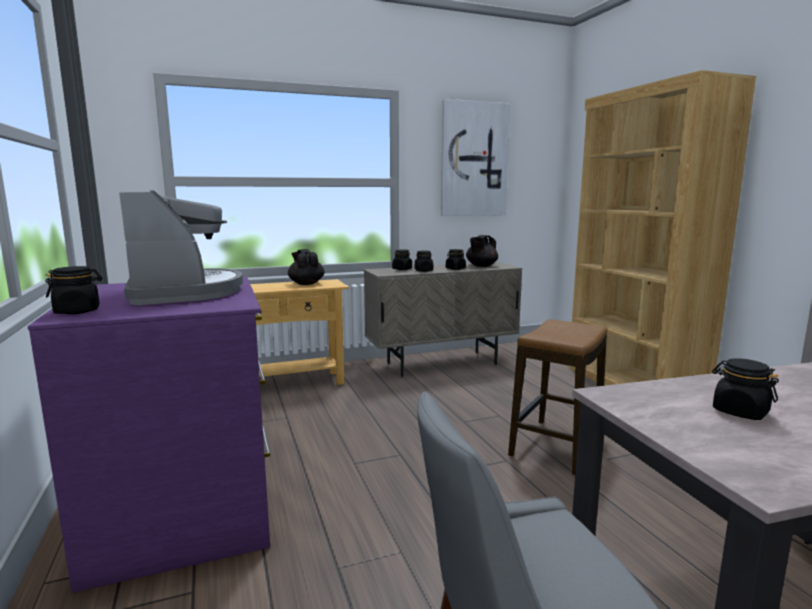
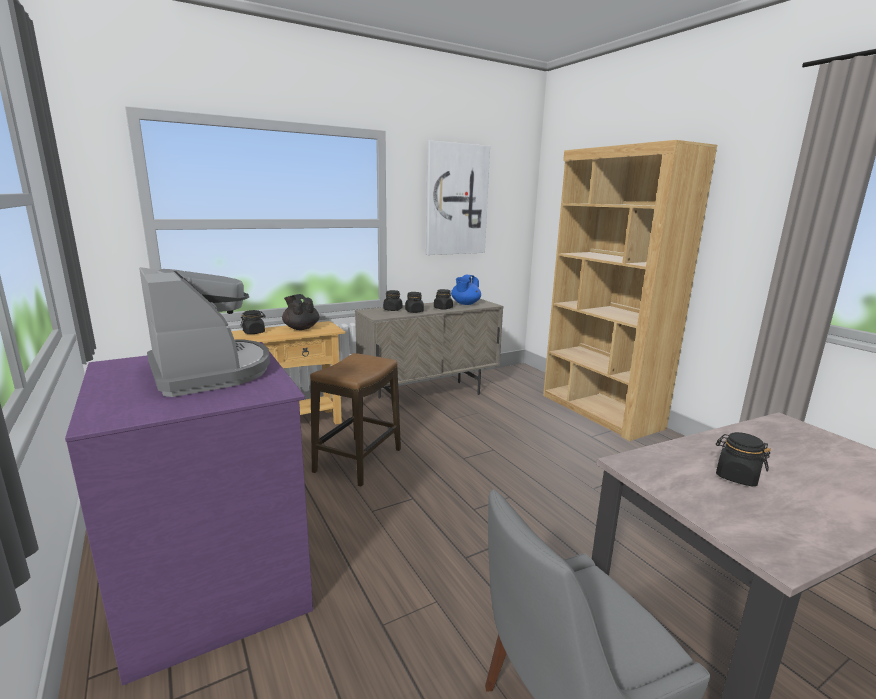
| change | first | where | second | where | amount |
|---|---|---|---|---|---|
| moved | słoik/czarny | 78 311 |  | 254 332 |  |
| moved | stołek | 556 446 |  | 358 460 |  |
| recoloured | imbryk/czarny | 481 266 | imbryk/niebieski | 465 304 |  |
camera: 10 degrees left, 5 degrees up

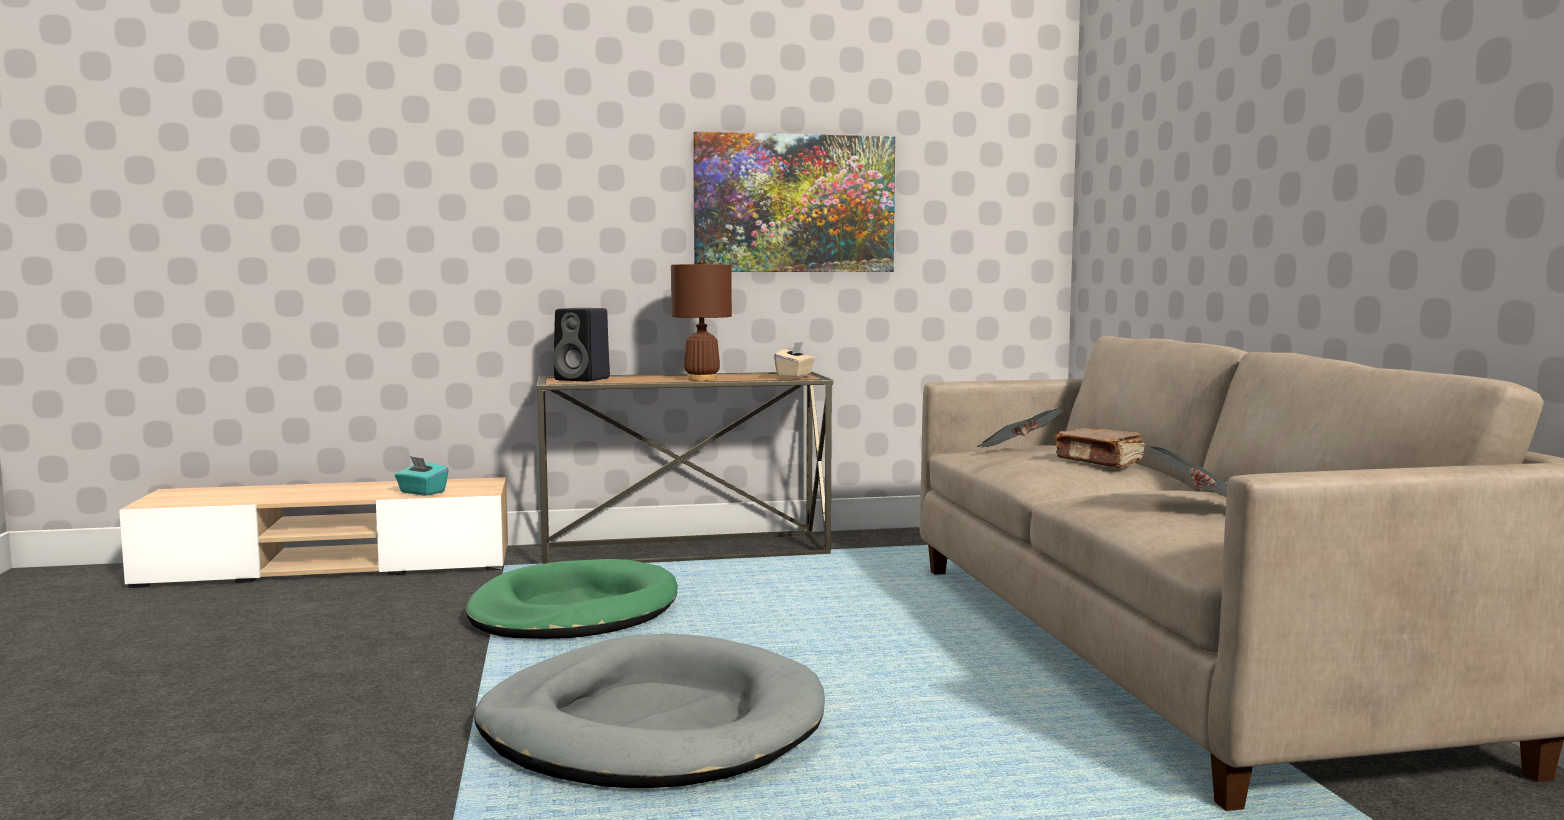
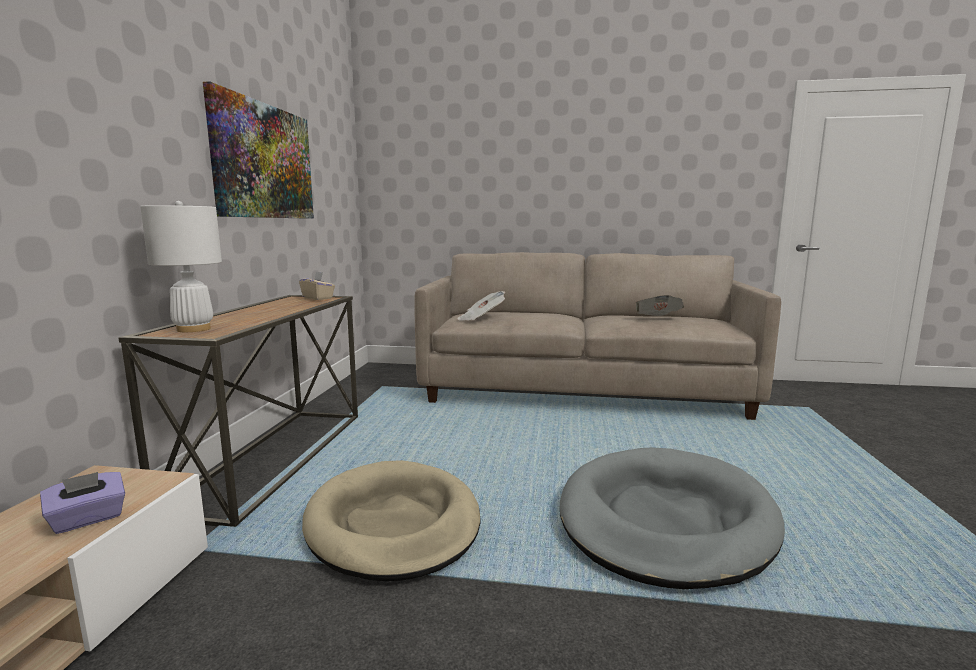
| change | first | where | second | where | amount |
|---|---|---|---|---|---|
| removed | lampa stołowa/brązowy | 702 379 |  |  |  |
| removed | książka/brązowy | 1099 462 |  |  |  |
| replaced | głośnik/czarny | 584 379 | lampa stołowa/biały | 194 329 |  |
| recoloured | pudełko chusteczek/turkusowy | 422 492 | pudełko chusteczek/fioletowy | 88 519 |  |
| recoloured | legowisko/zielony | 574 611 | legowisko/beżowy | 393 524 |  |
camera: 70 degrees left, 5 degrees up

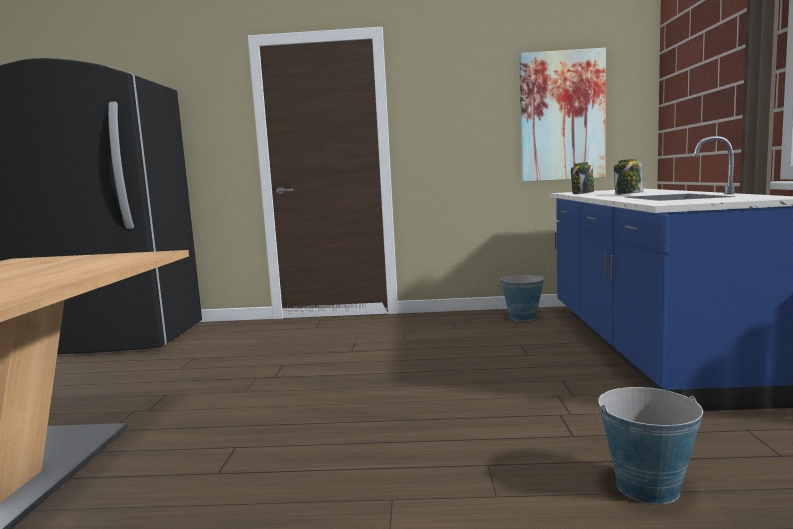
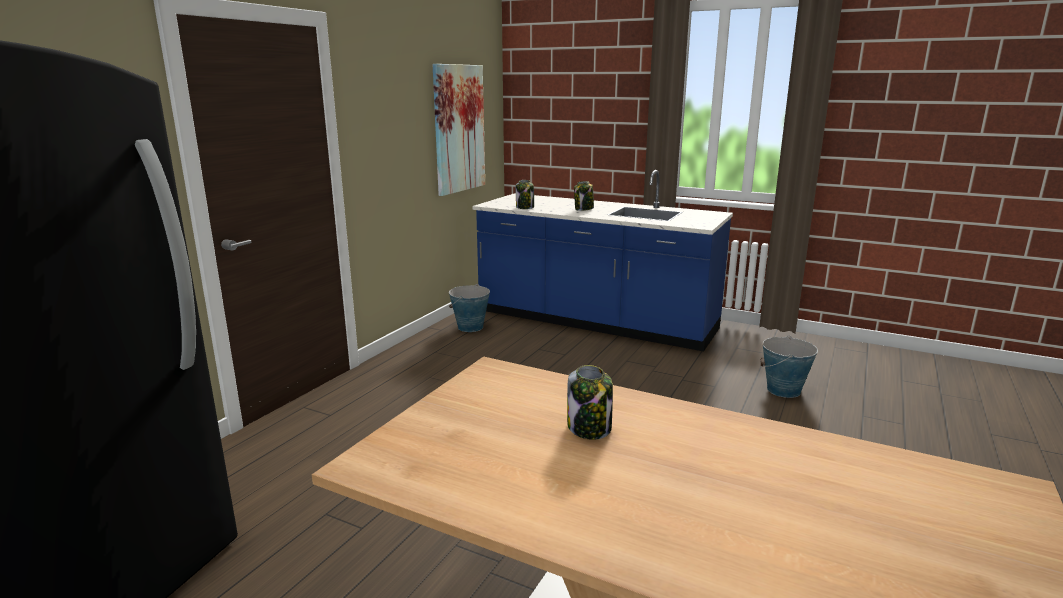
| change | first | where | second | where | amount |
|---|---|---|---|---|---|
| added |  |  | słoik | 589 428 |  |
camera: 65 degrees left, 10 degrees up

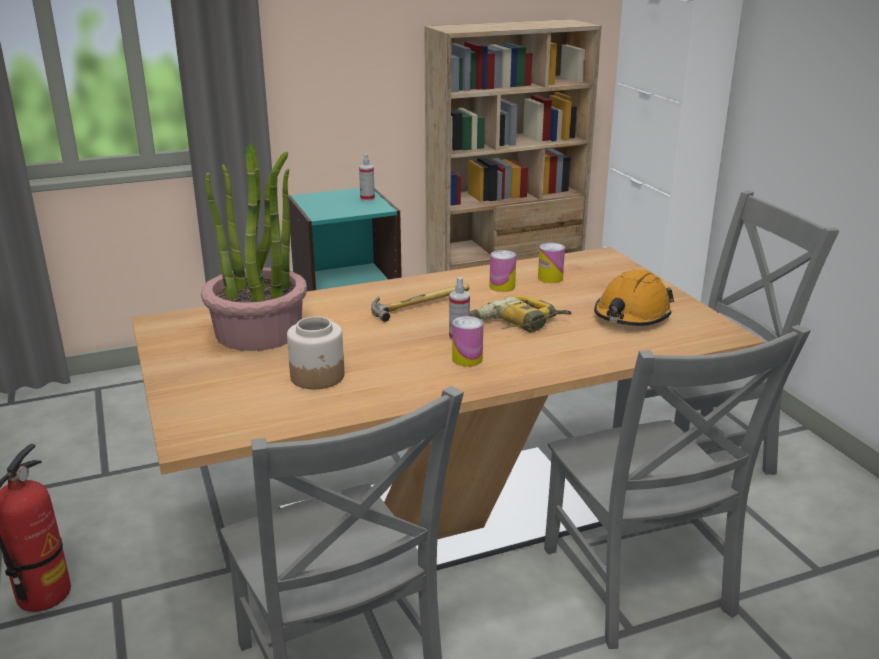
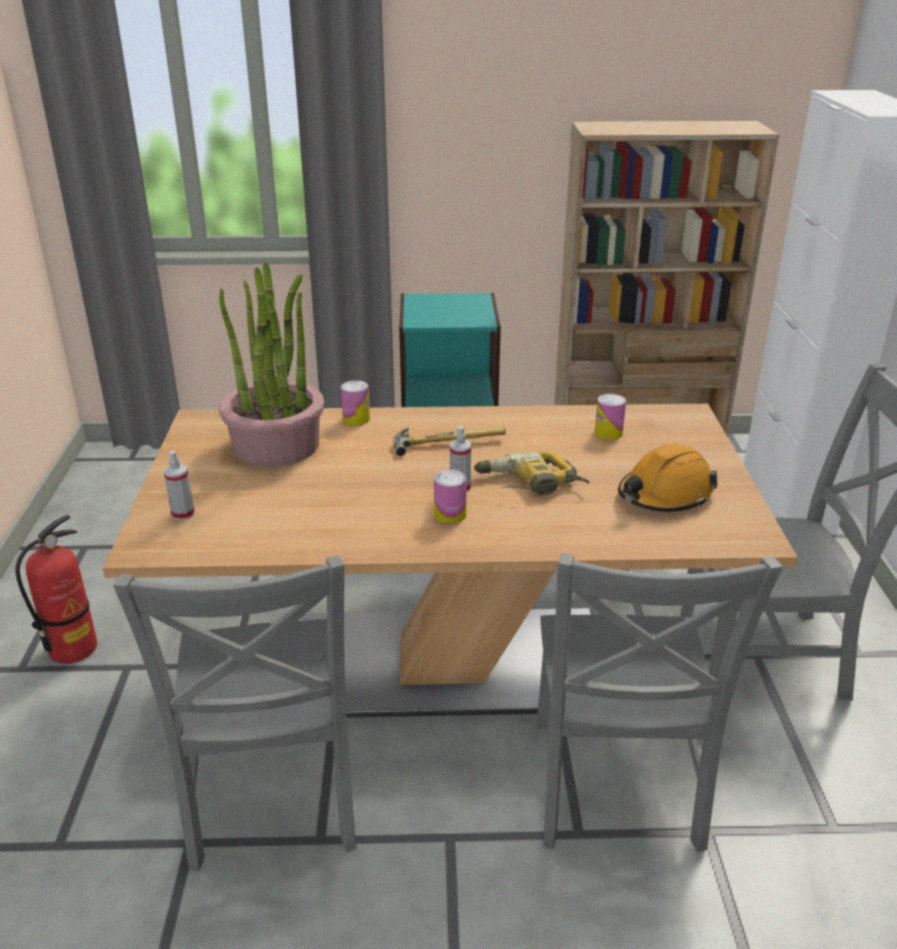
| change | first | where | second | where | amount |
|---|---|---|---|---|---|
| removed | słoik | 318 376 |  |  |  |
| moved | spryskiwacz | 367 199 |  | 183 514 |  |
| moved | puszka | 502 286 |  | 356 419 |  |
camera: 20 degrees right, 5 degrees up

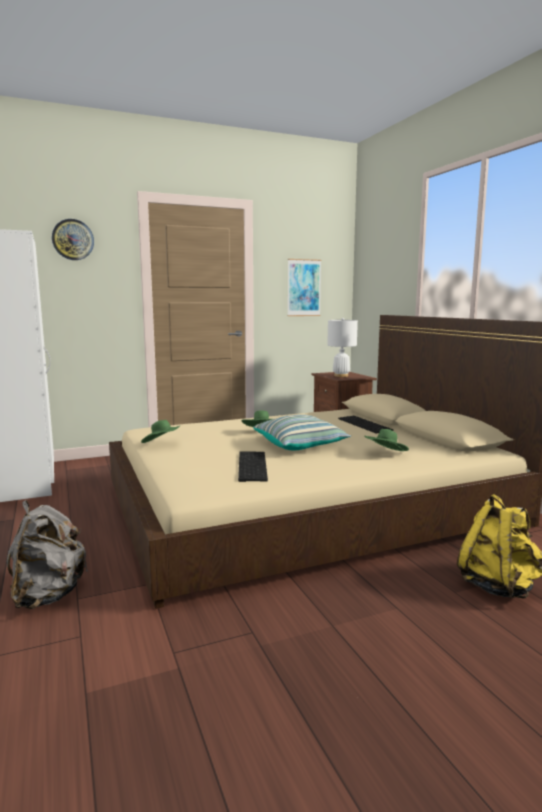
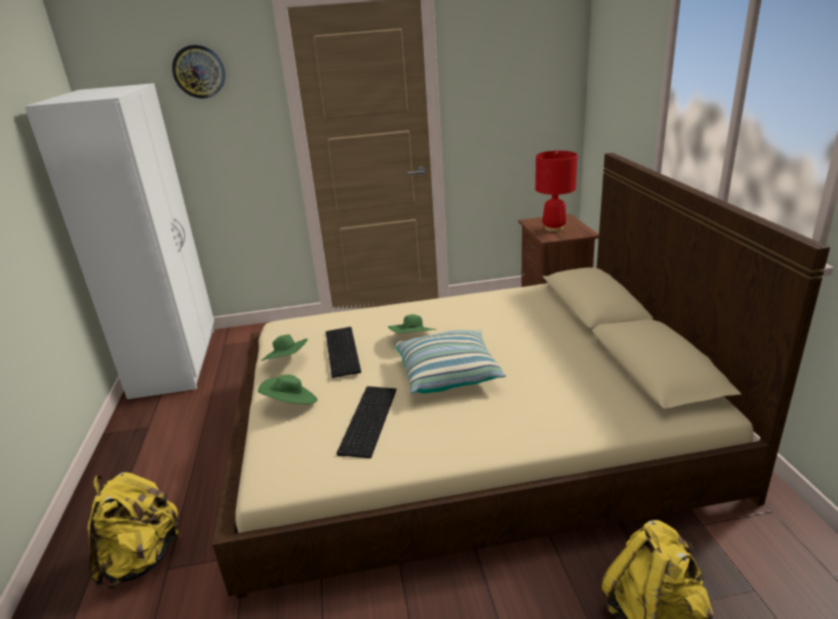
| change | first | where | second | where | amount |
|---|---|---|---|---|---|
| removed | obraz | 304 288 |  |  |  |
| moved | klawiatura | 365 424 |  | 344 351 |  |
| moved | kapelusz/zielony | 385 454 |  | 291 404 |  |
| recoloured | plecak/szary | 48 595 | plecak/żółty | 142 559 |  |
| recoloured | lampa stołowa/biały | 341 376 | lampa stołowa/czerwony | 553 228 |  |
camera: 15 degrees right, 15 degrees up

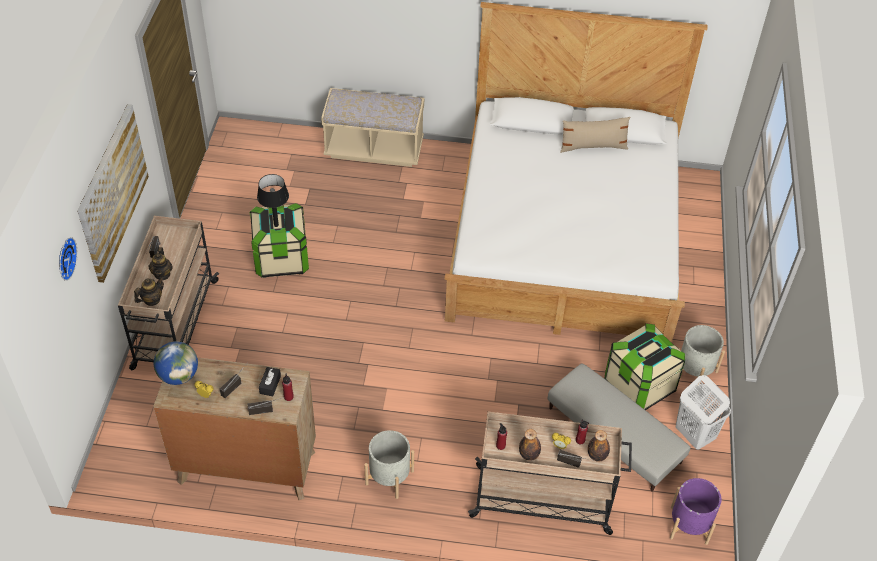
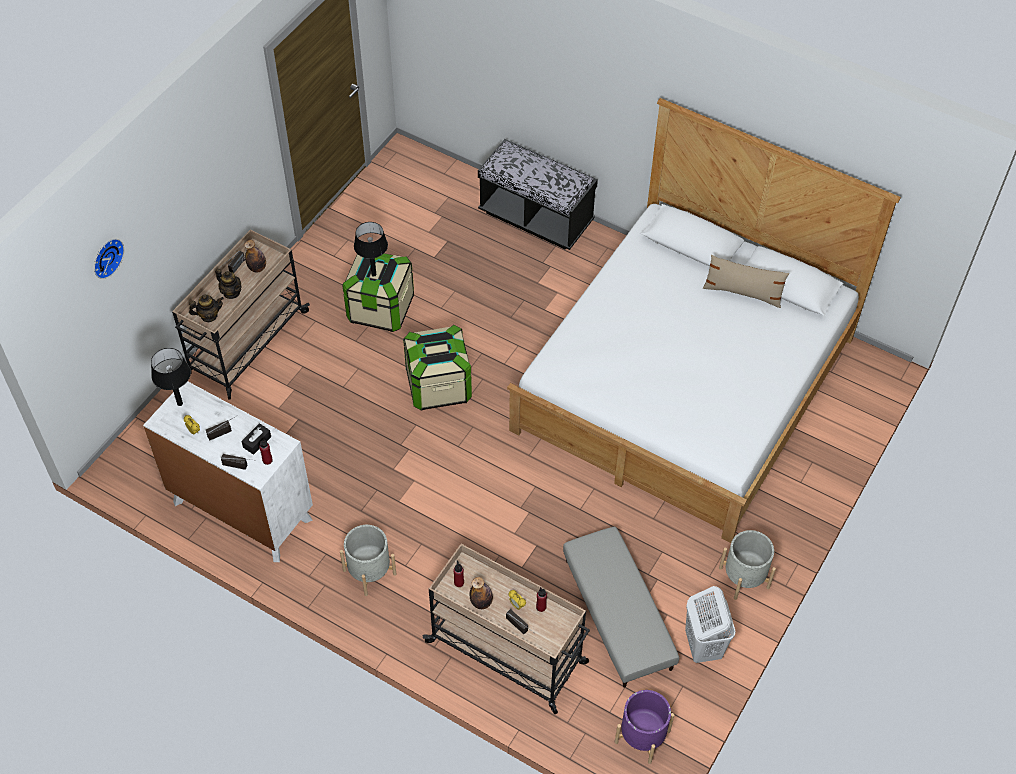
| change | first | where | second | where | amount |
|---|---|---|---|---|---|
| removed | obraz | 113 192 |  |  |  |
| moved | butelka | 597 456 |  | 257 268 |  |
| moved | pojemnik do przechowywania | 639 385 |  | 438 386 |  |
| replaced | globus | 178 375 | lampa stołowa/czarny | 180 403 |  |
| recoloured | komoda/brązowy | 246 467 | komoda/biały | 242 511 |  |
| recoloured | ławka/beżowy | 374 149 | ławka/czarny | 536 218 |  |
| turned | imbryk | 162 274 |  | 231 293 | 75 degrees counterclockwise |
camera: 25 degrees right, 5 degrees up

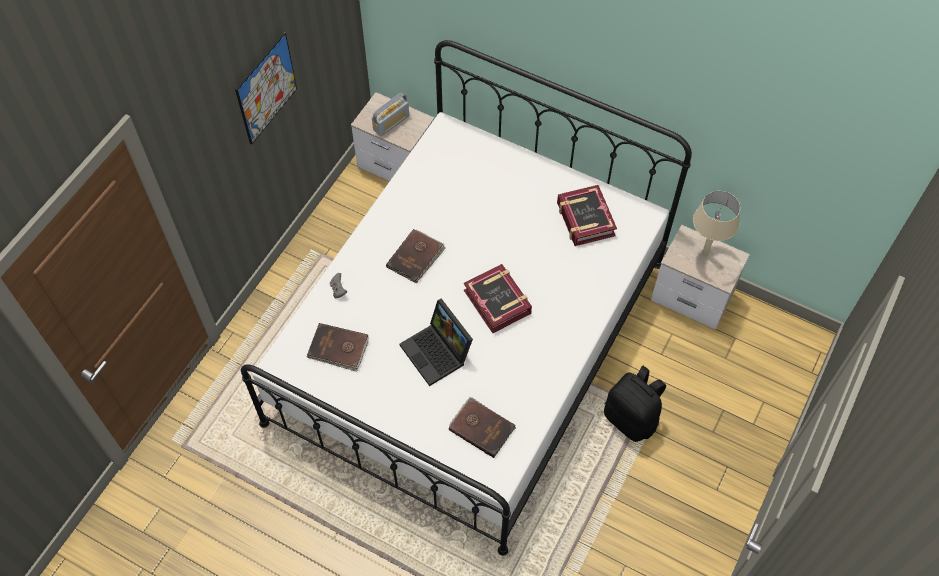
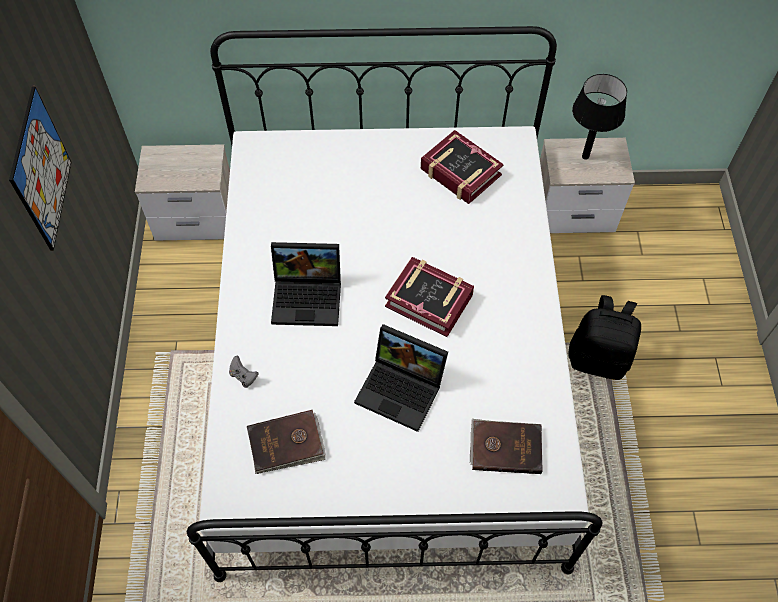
| change | first | where | second | where | amount |
|---|---|---|---|---|---|
| removed | radio | 391 123 |  |  |  |
| replaced | książka/brązowy | 416 257 | laptop | 309 296 |  |
| recoloured | lampa stołowa/beżowy | 704 253 | lampa stołowa/czarny | 585 156 |  |
camera: 30 degrees left, 0 degrees up

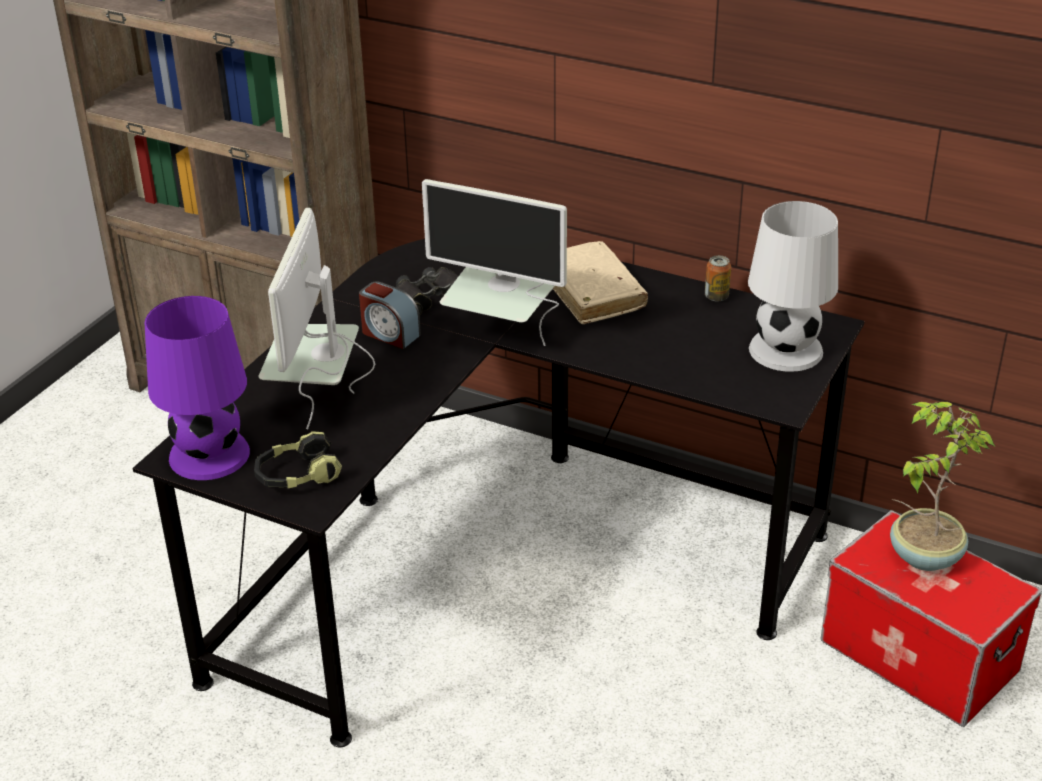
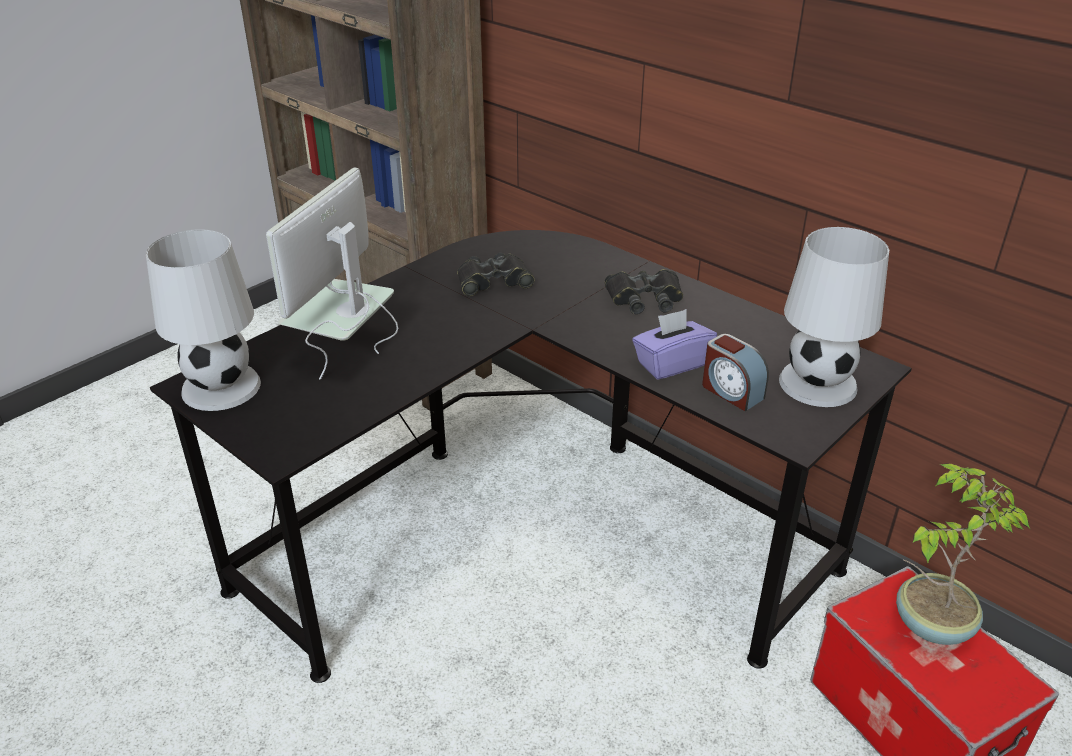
| change | first | where | second | where | amount |
|---|---|---|---|---|---|
| removed | słuchawki | 297 476 |  |  |  |
| removed | monitor | 501 336 |  |  |  |
| removed | puszka | 716 296 |  |  |  |
| added |  |  | pudełko chusteczek/fioletowy | 671 364 |  |
| moved | budzik | 389 334 |  | 731 391 |  |
| replaced | książka/beżowy | 592 293 | lornetka/czarny | 644 298 |  |
| recoloured | lampa stołowa/fioletowy | 208 454 | lampa stołowa/biały | 221 386 |  |
camera: 15 degrees right, 0 degrees up

